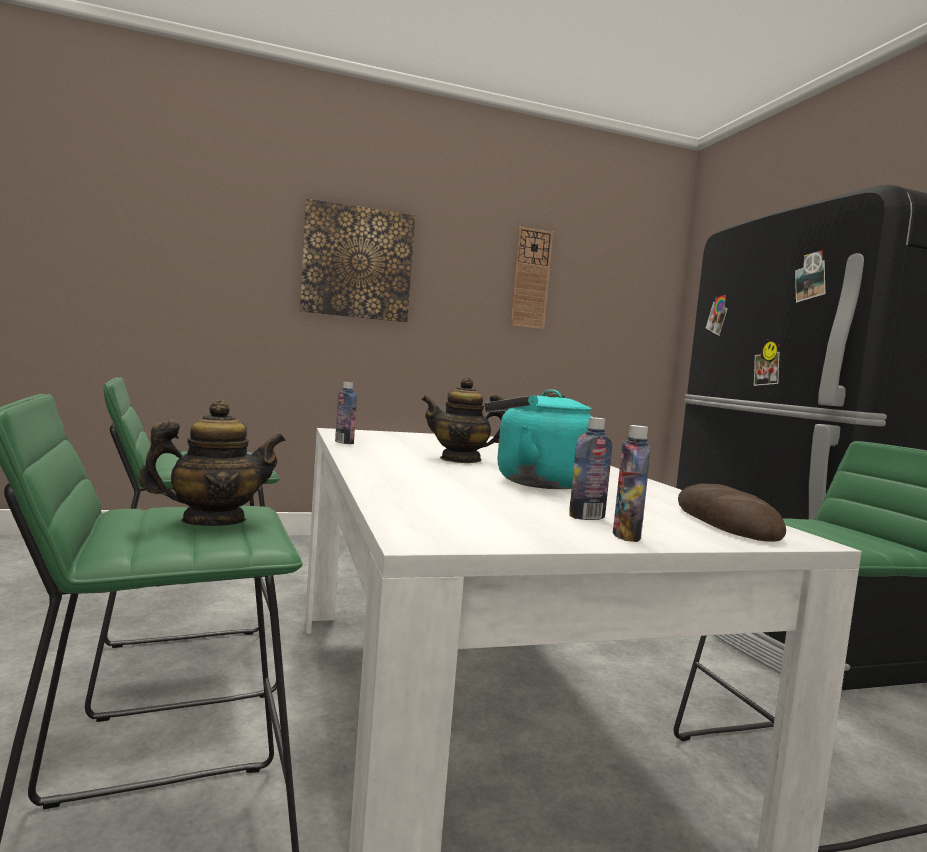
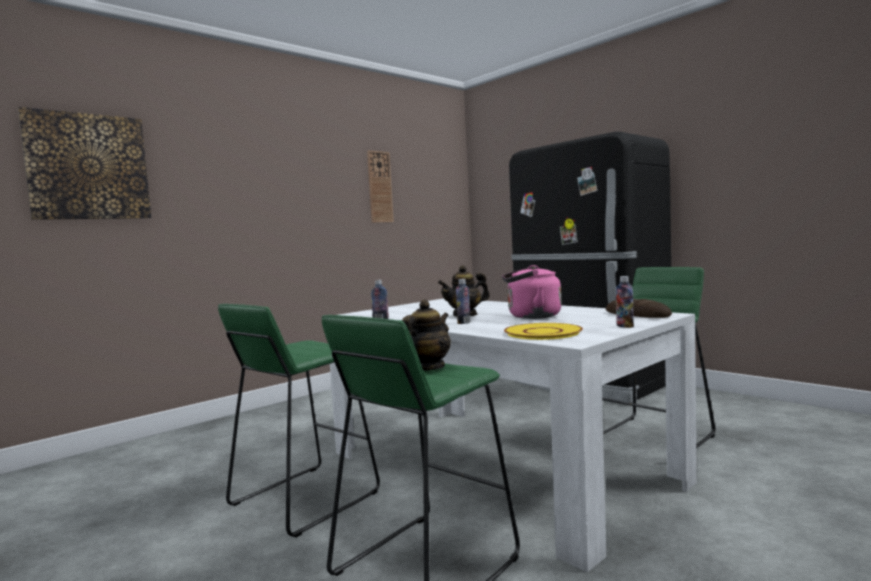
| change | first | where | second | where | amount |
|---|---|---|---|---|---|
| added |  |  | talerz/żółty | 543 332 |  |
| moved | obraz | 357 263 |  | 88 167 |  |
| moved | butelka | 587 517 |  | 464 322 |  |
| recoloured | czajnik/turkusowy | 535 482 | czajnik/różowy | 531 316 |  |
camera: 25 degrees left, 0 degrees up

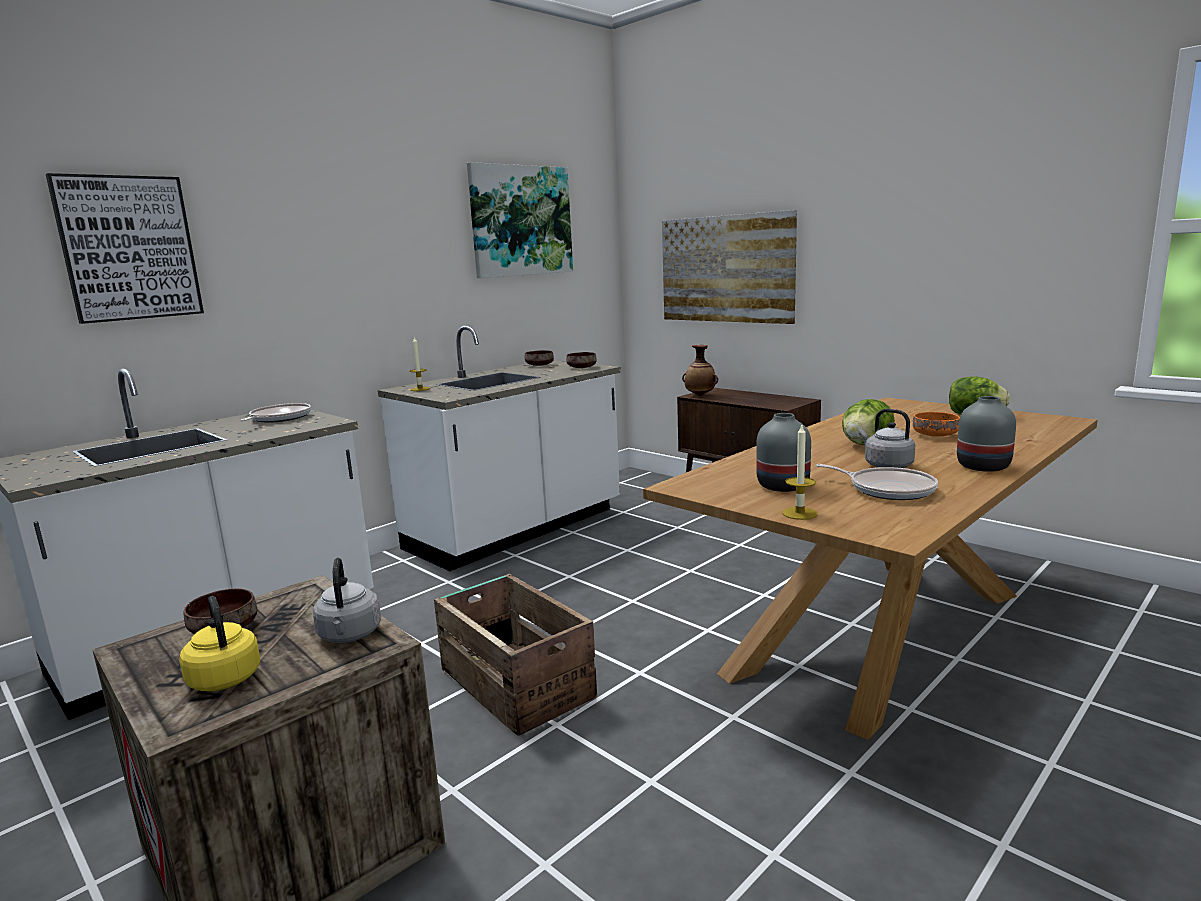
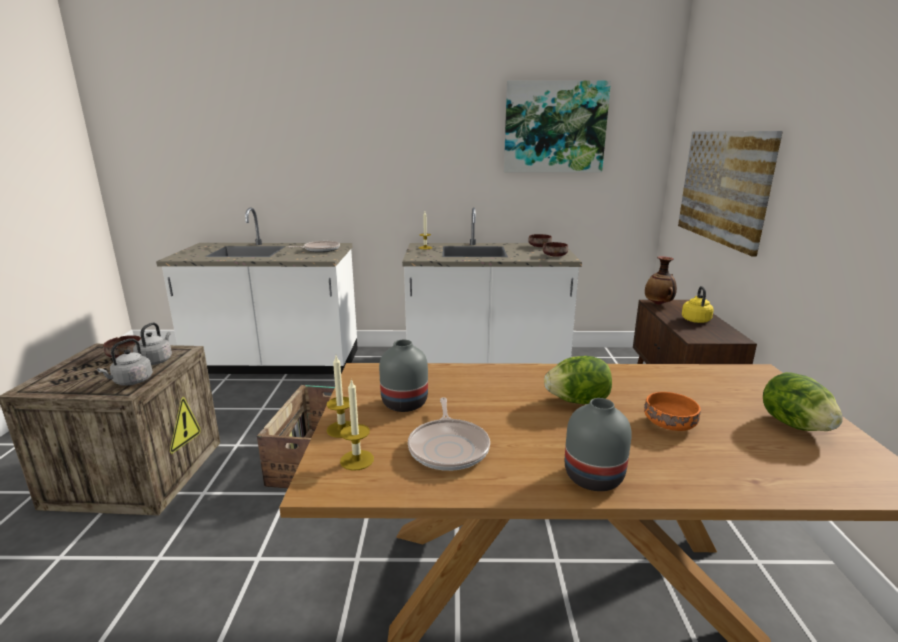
| change | first | where | second | where | amount |
|---|---|---|---|---|---|
| removed | obraz | 128 248 |  |  |  |
| added |  |  | świeca | 357 460 |  |
| moved | czajnik/żółty | 224 677 |  | 695 319 |  |
| moved | czajnik/szary | 886 465 |  | 156 360 |  |
camera: 45 degrees right, 5 degrees up

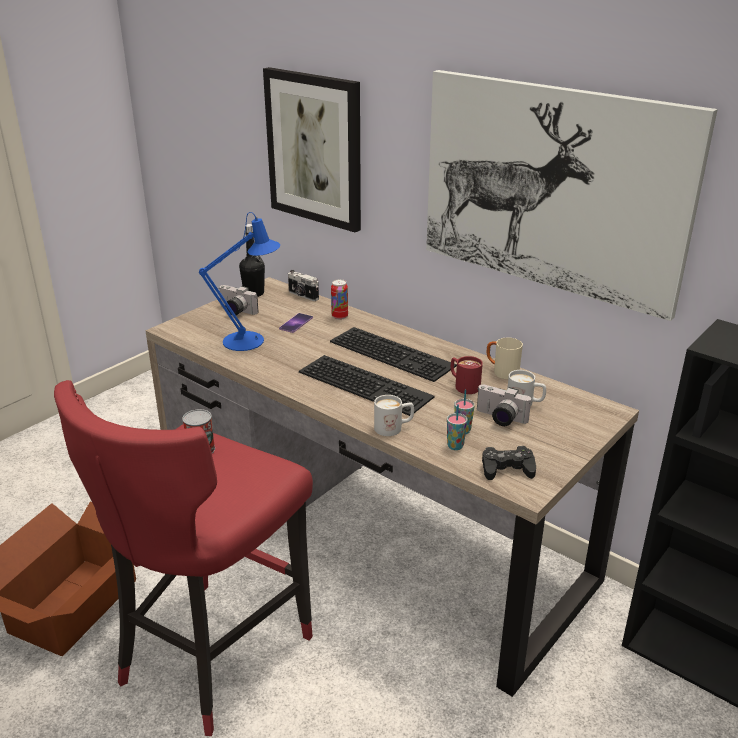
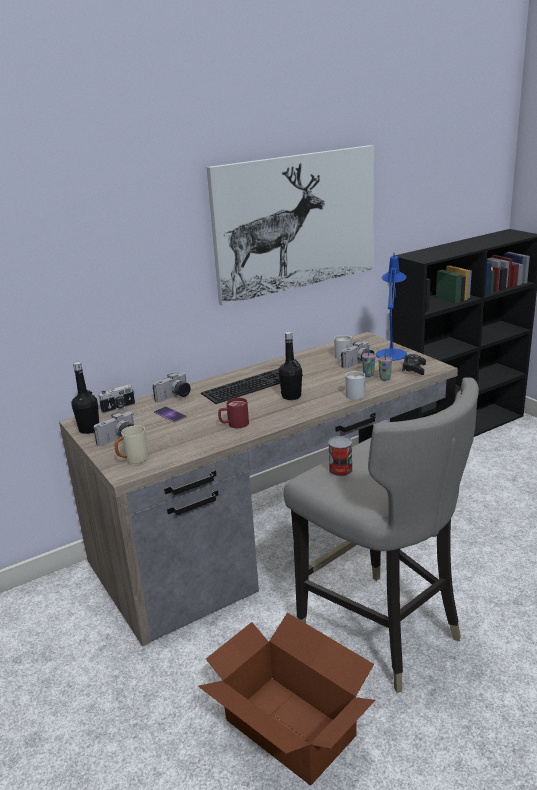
| change | first | where | second | where | amount |
|---|---|---|---|---|---|
| removed | obraz | 315 149 |  |  |  |
| moved | lampa stołowa/niebieski | 250 341 |  | 391 352 |  |
| moved | kubek/czerwony | 463 385 |  | 234 424 |  |
| moved | kubek/beżowy | 501 372 |  | 133 460 |  |
| replaced | klawiatura | 367 384 | butelka/czarny | 291 396 |  |
| replaced | puszka | 339 316 | aparat fotograficzny | 175 397 |  |
| recoloured | stołek/czerwony | 211 656 | stołek/szary | 381 632 |  |
camera: 70 degrees left, 5 degrees down

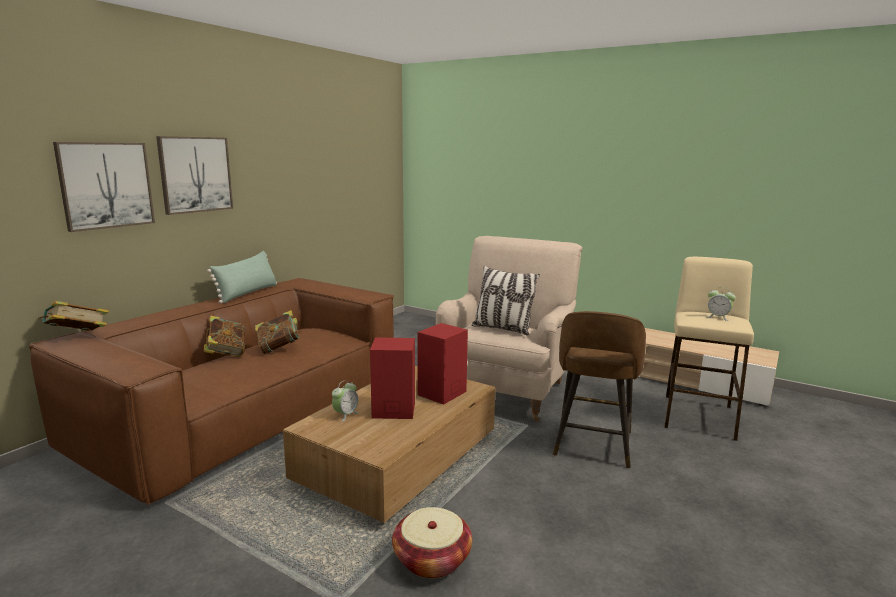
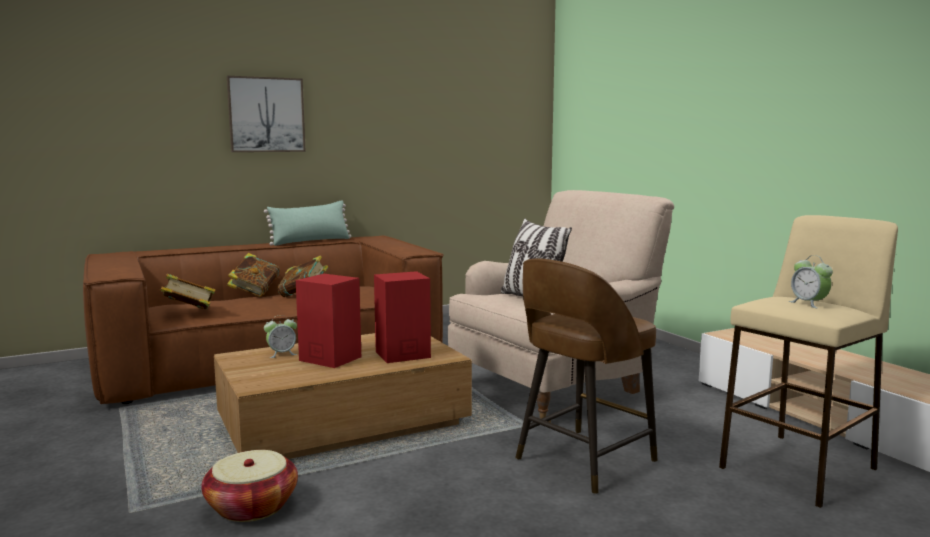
| change | first | where | second | where | amount |
|---|---|---|---|---|---|
| removed | obraz | 106 185 |  |  |  |
| moved | książka | 77 337 |  | 188 313 |  |
camera: 30 degrees right, 5 degrees down

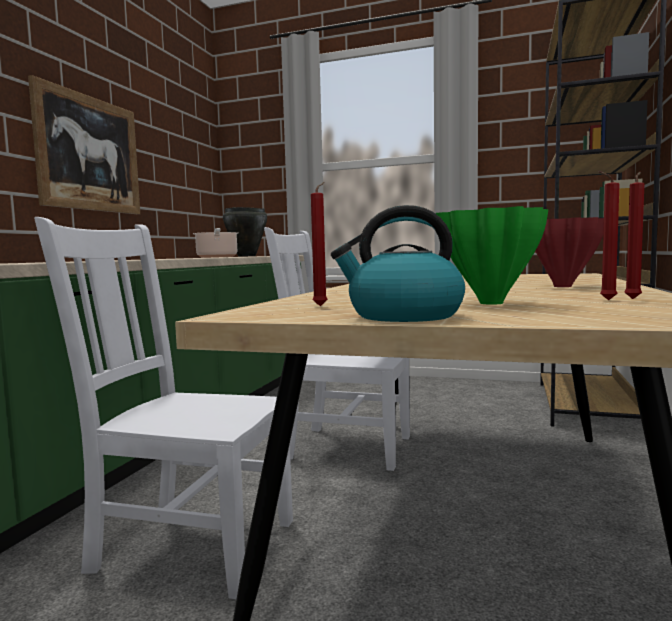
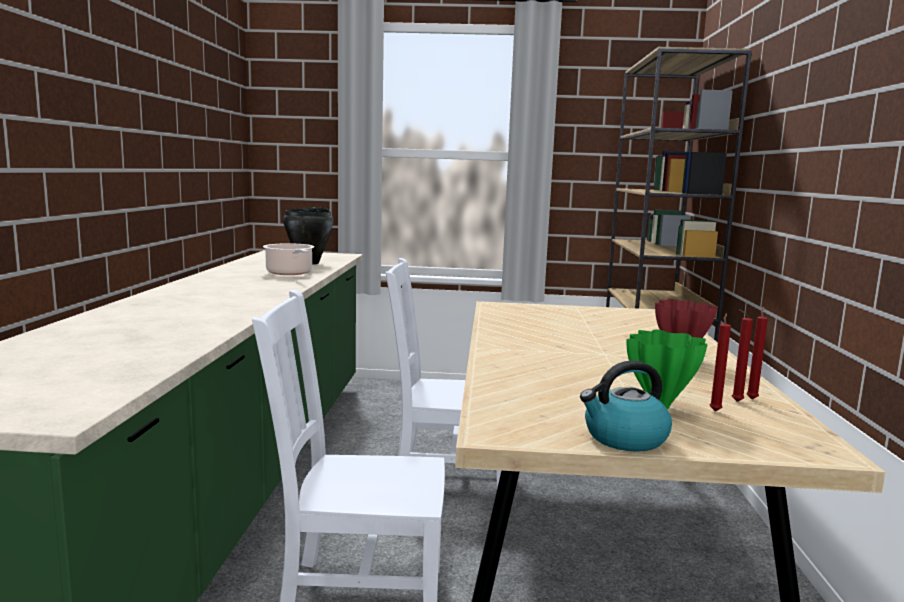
| change | first | where | second | where | amount |
|---|---|---|---|---|---|
| removed | obraz | 89 154 |  |  |  |
| moved | świeca/czerwony | 322 306 |  | 715 410 |  |
camera: 15 degrees left, 5 degrees up

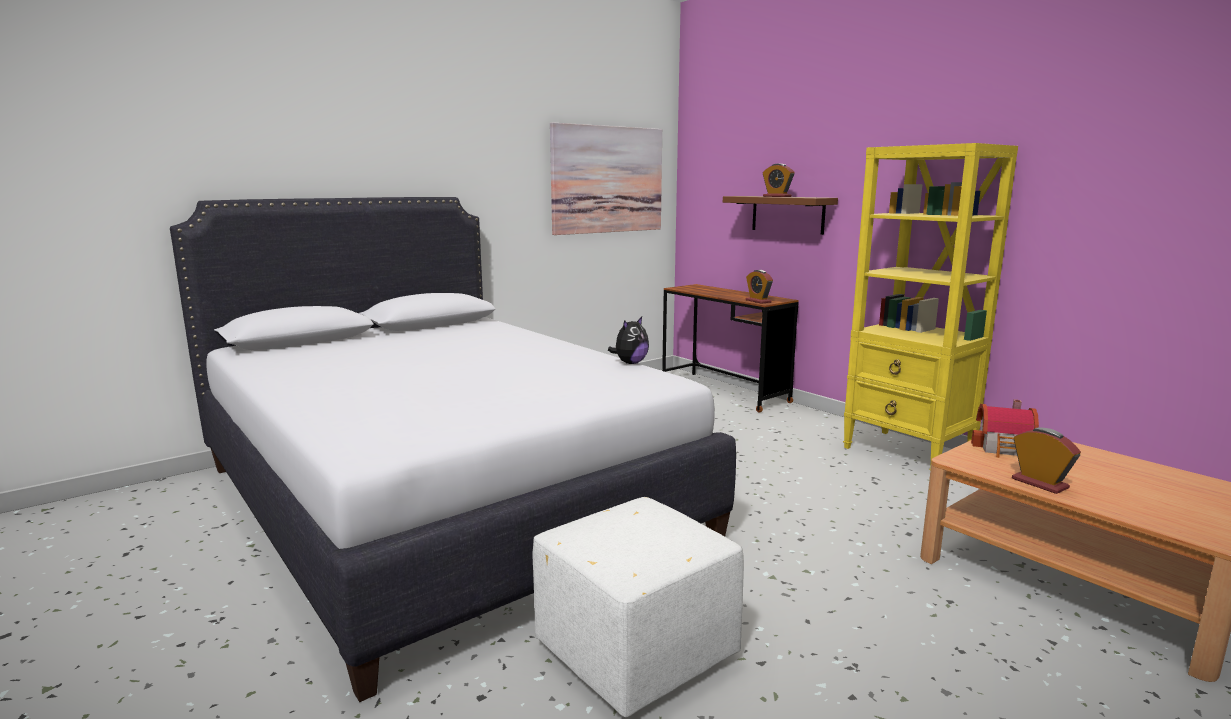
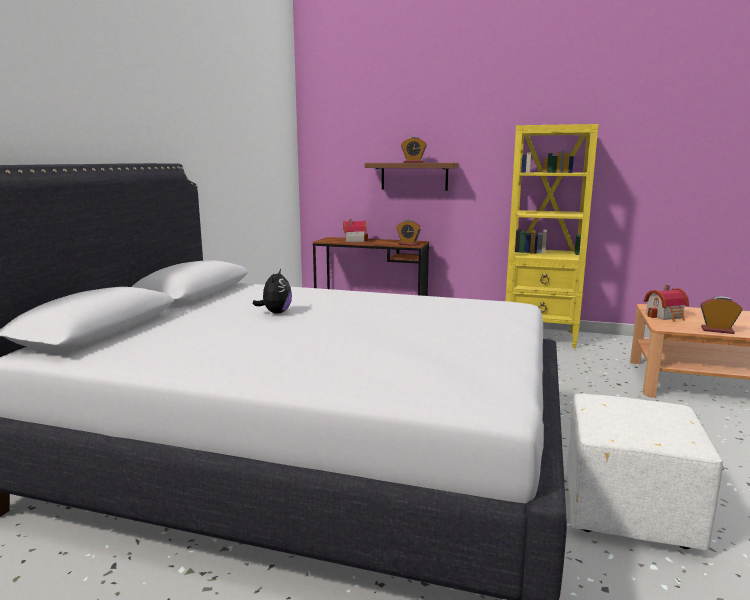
| change | first | where | second | where | amount |
|---|---|---|---|---|---|
| removed | obraz | 607 180 |  |  |  |
| added |  |  | domek | 354 240 |  |
| moved | pluszak | 630 363 |  | 275 312 |  |
camera: 35 degrees left, 0 degrees up

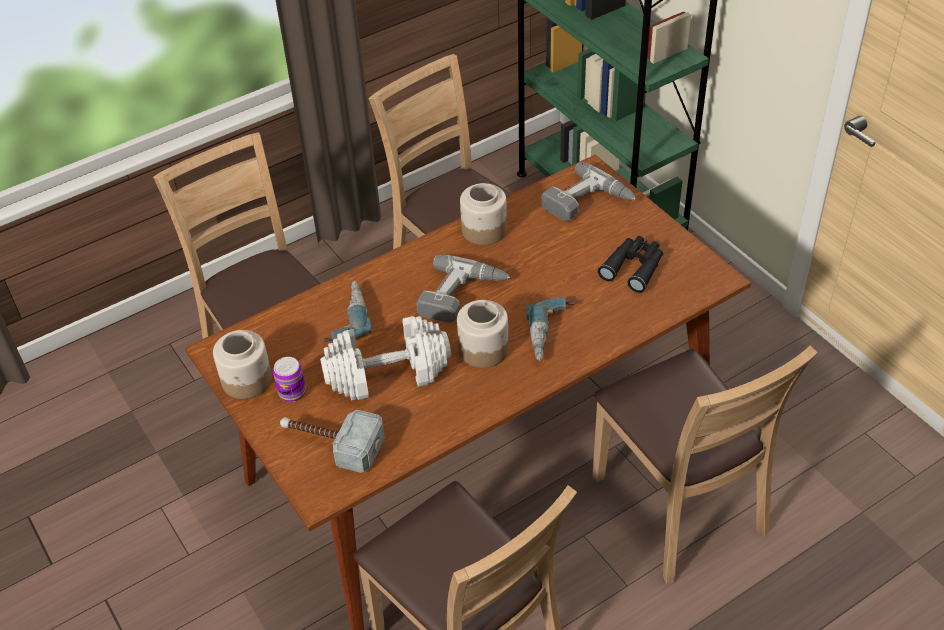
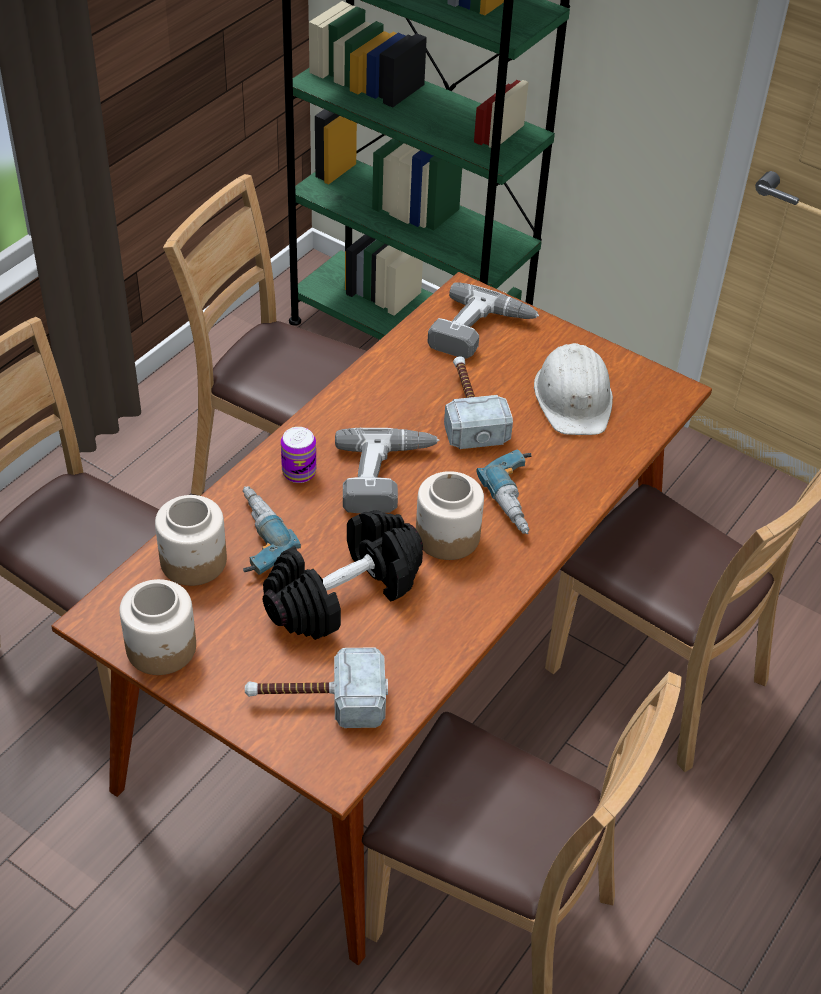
| change | first | where | second | where | amount |
|---|---|---|---|---|---|
| added |  |  | młotek | 469 410 |  |
| moved | puszka | 292 392 |  | 299 472 |  |
| moved | słoik | 483 230 |  | 193 562 |  |
| replaced | lornetka/czarny | 634 267 | kask/biały | 574 398 |  |
| recoloured | hantel/biały | 388 373 | hantel/czarny | 343 593 |  |
camera: 25 degrees left, 0 degrees up

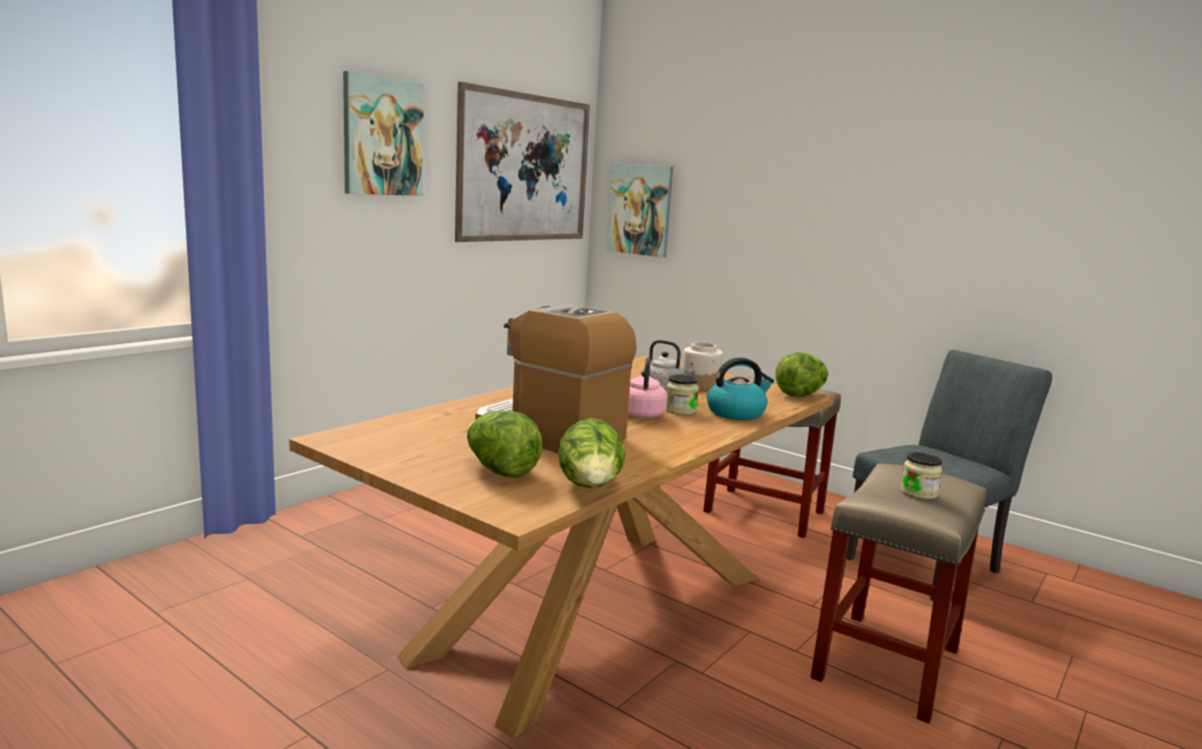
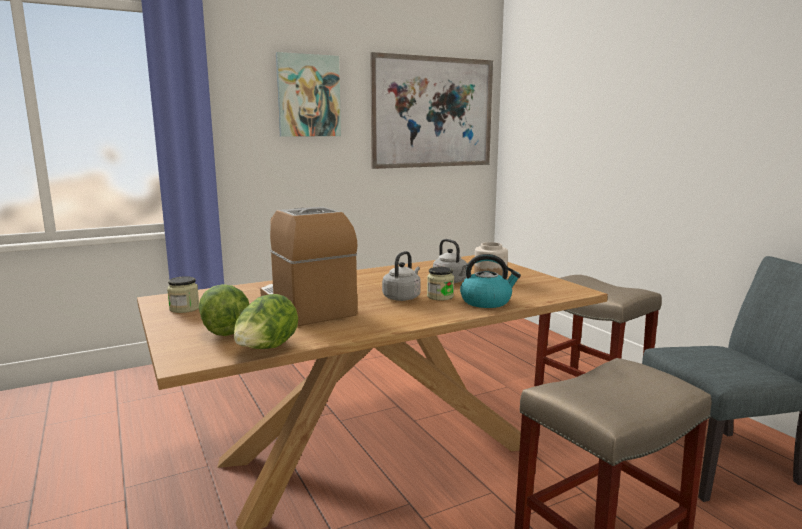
| change | first | where | second | where | amount |
|---|---|---|---|---|---|
| removed | obraz | 640 209 |  |  |  |
| removed | sałata | 800 395 |  |  |  |
| moved | słoik | 918 493 |  | 184 308 |  |
| recoloured | czajnik/różowy | 641 414 | czajnik/szary | 402 297 |  |
camera: 25 degrees right, 0 degrees up

